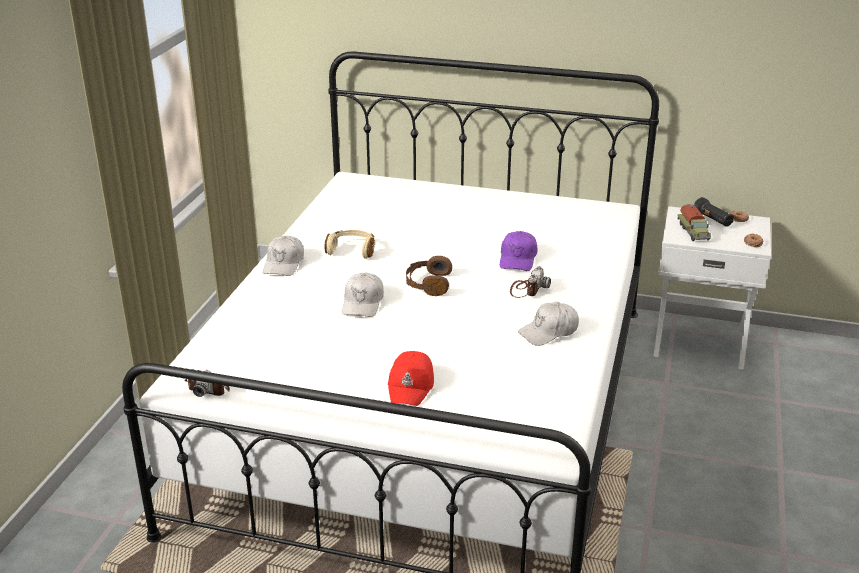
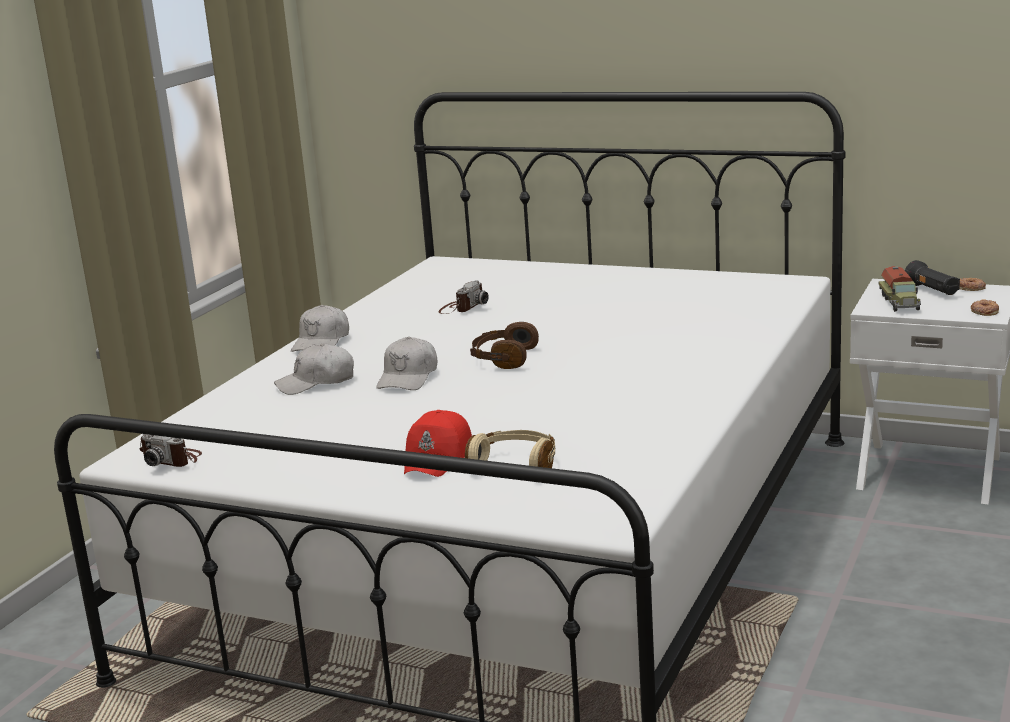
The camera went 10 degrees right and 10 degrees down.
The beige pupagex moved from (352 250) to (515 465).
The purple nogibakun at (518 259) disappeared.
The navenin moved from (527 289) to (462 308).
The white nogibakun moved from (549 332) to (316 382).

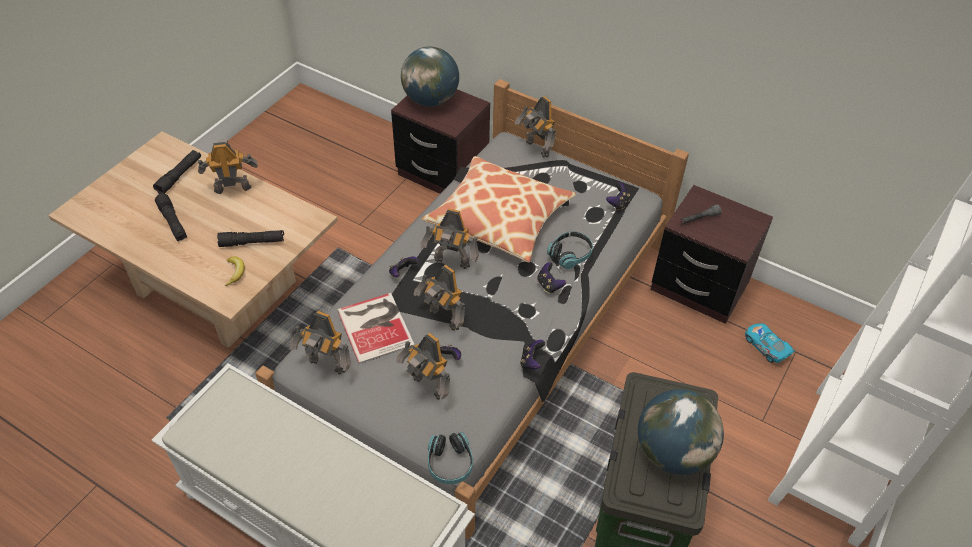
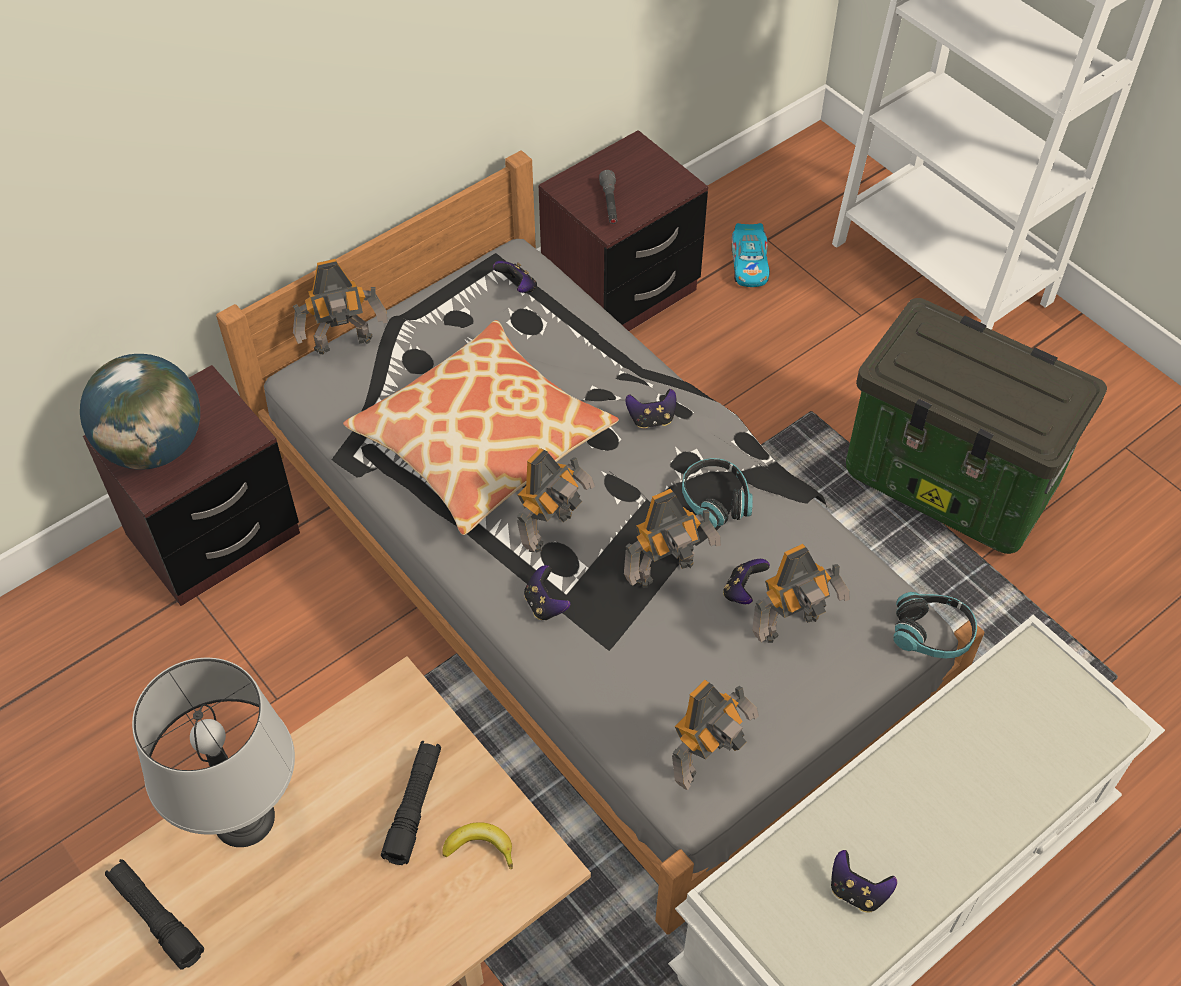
The camera went 70 degrees left and 5 degrees up.
The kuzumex at (232 188) was replaced by the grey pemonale at (245 819).
The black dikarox at (173 222) disappeared.
The pupagex moved from (570 254) to (715 500).
The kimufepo at (376 326) disappeared.
The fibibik at (766 347) turned 75 degrees counterclockwise.
The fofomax moved from (531 361) to (857 891).
The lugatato at (672 452) disappeared.

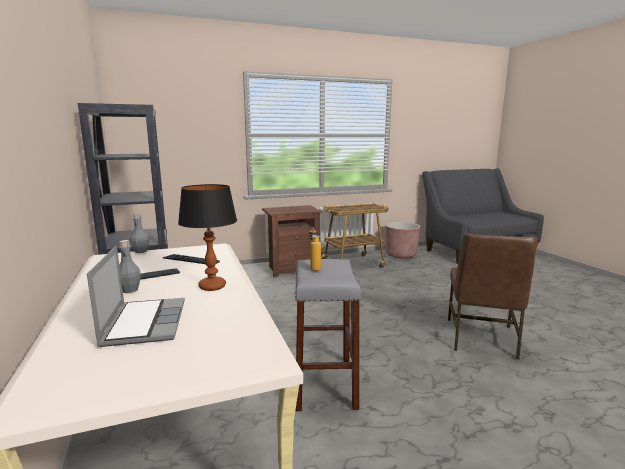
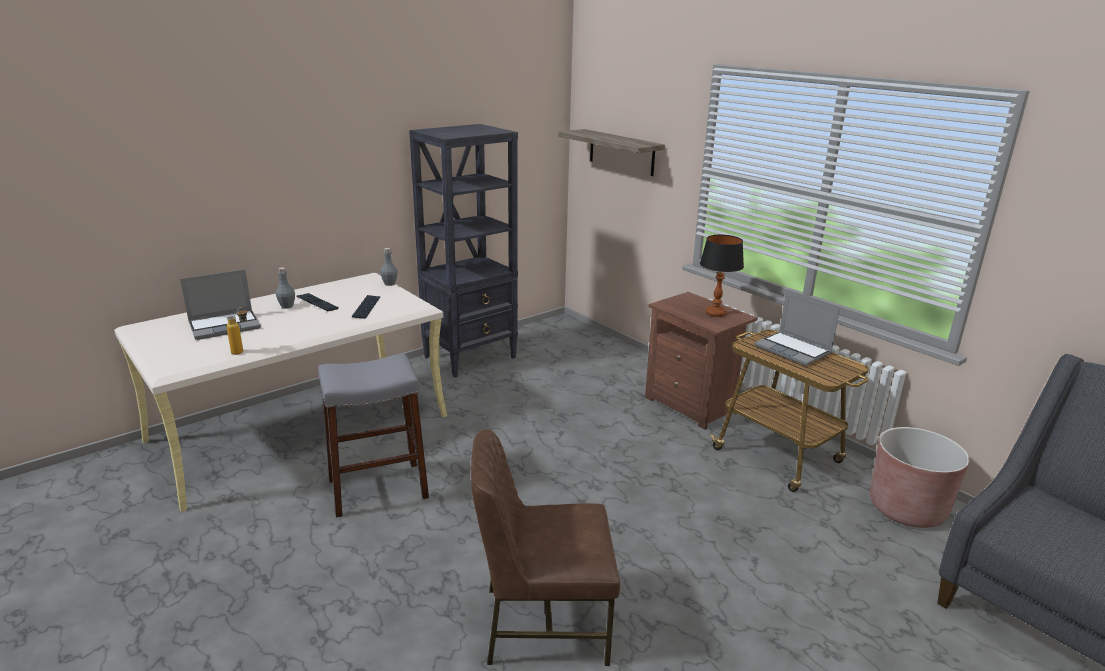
The camera went 70 degrees right and 10 degrees up.
The pemonale moved from (212 287) to (715 313).
The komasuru moved from (314 268) to (242 351).
The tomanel at (621 152) appeared.
The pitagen at (794 350) appeared.

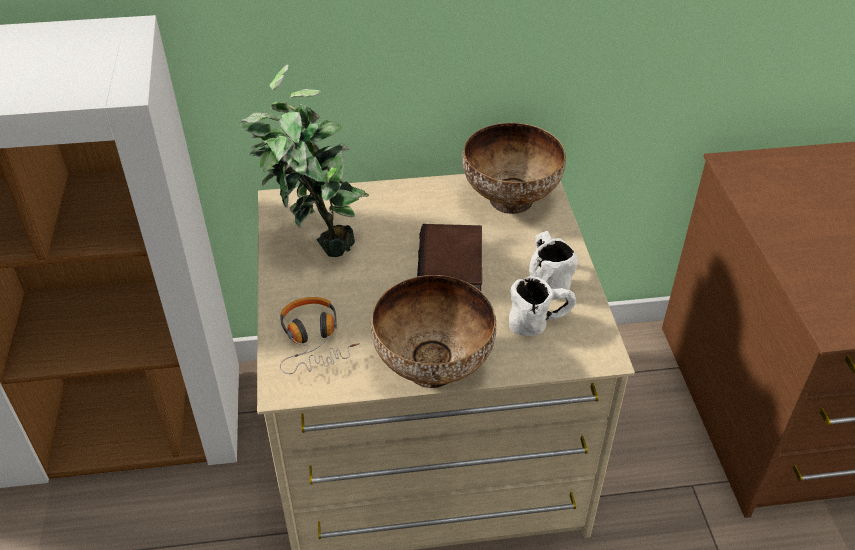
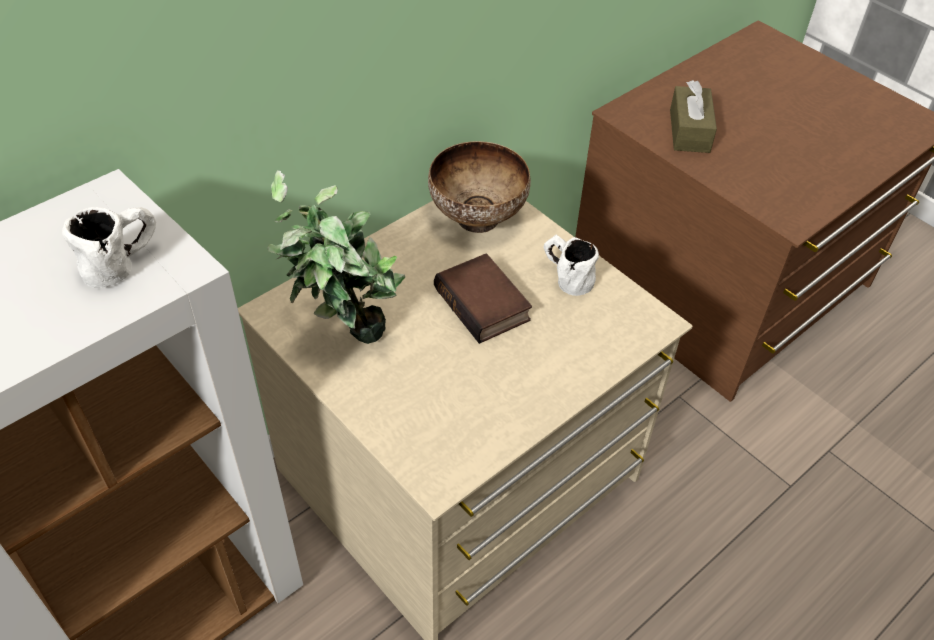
The camera went 35 degrees left and 5 degrees up.
The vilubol at (434 369) disappeared.
The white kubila moved from (540 322) to (123 263).
The pupagex at (314 341) disappeared.
The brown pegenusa at (689 131) appeared.

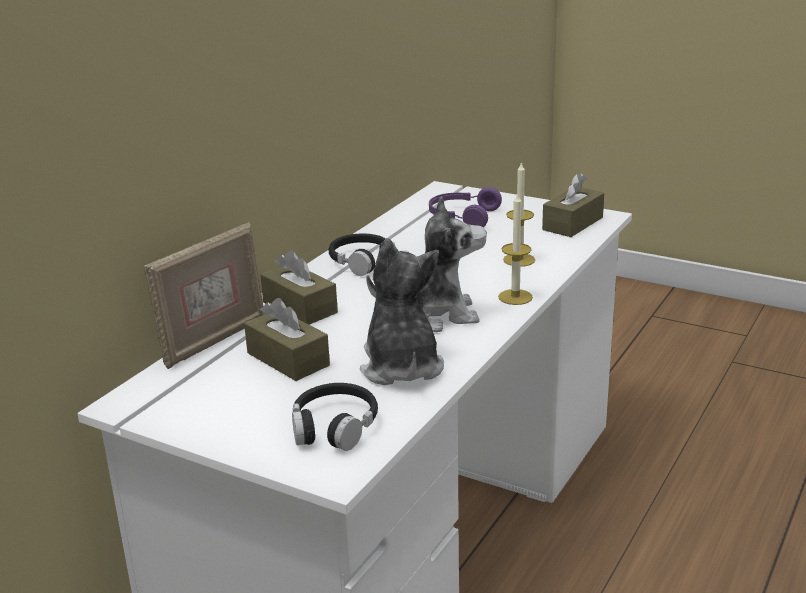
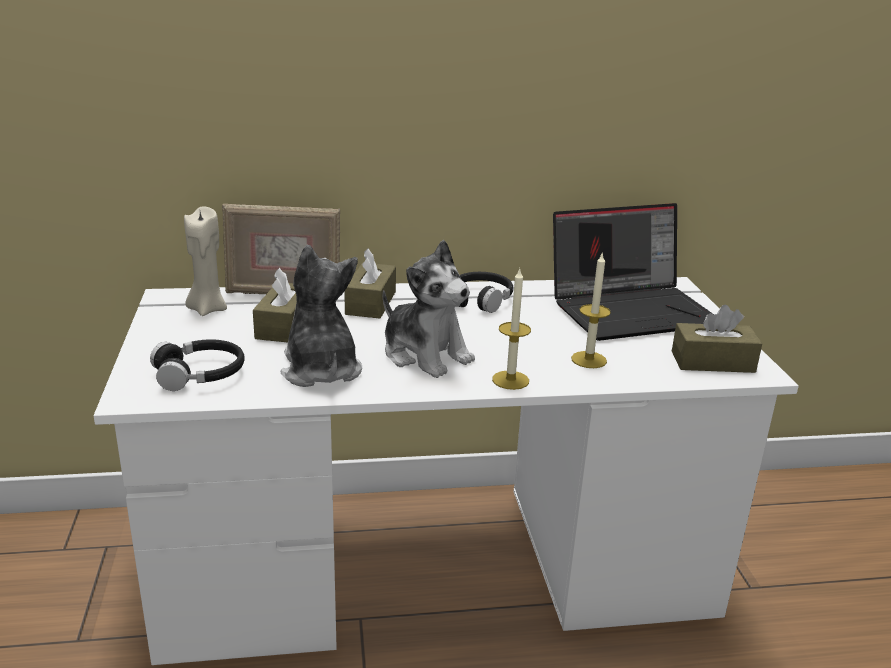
The camera went 50 degrees right and 0 degrees up.
The purple pupagex at (462 217) was replaced by the pitagen at (632 310).
The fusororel at (401 367) turned 60 degrees counterclockwise.
The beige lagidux at (207 309) appeared.

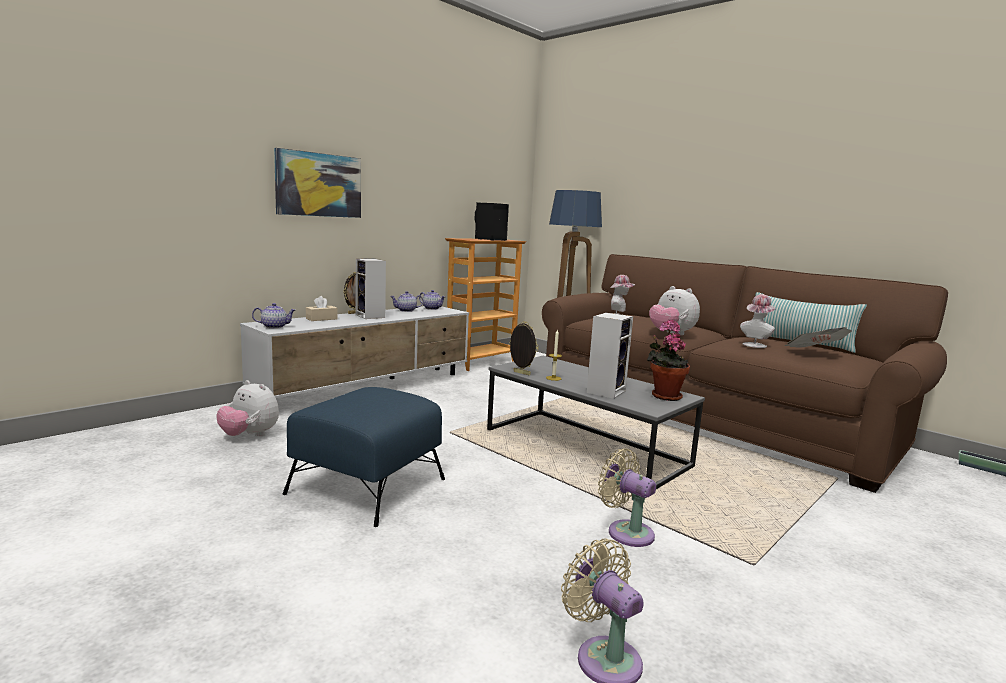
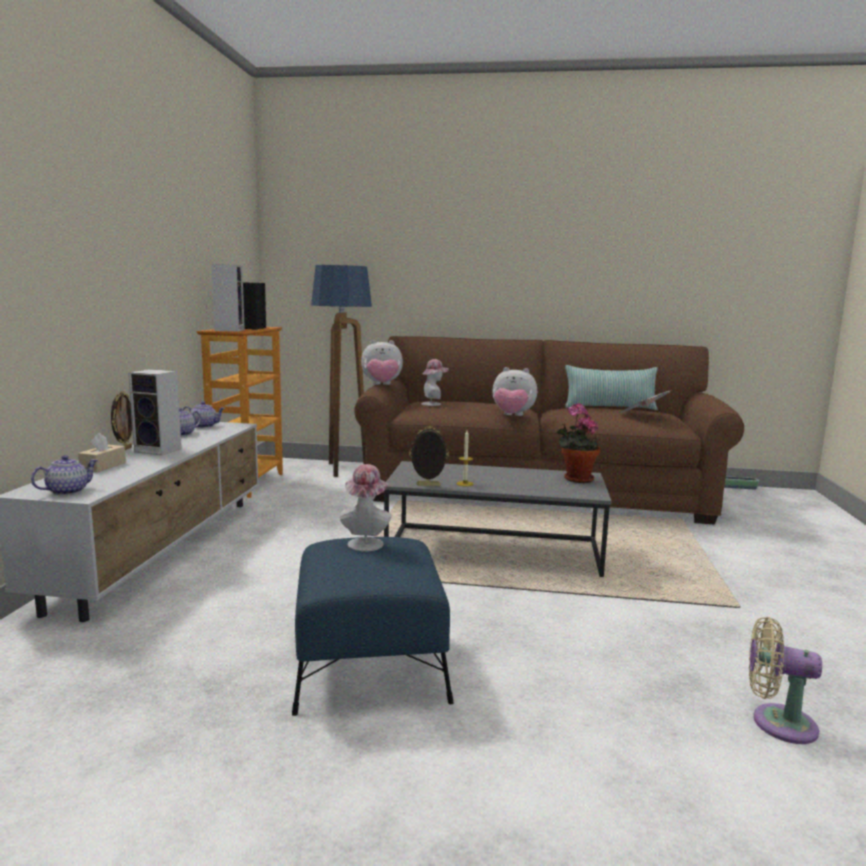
The camera went 35 degrees left and 0 degrees up.
The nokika at (319 185) disappeared.
The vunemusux moved from (755 345) to (366 542).
The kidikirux moved from (606 391) to (229 330).
The fusororel moved from (249 435) to (382 385).
The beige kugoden at (626 531) disappeared.

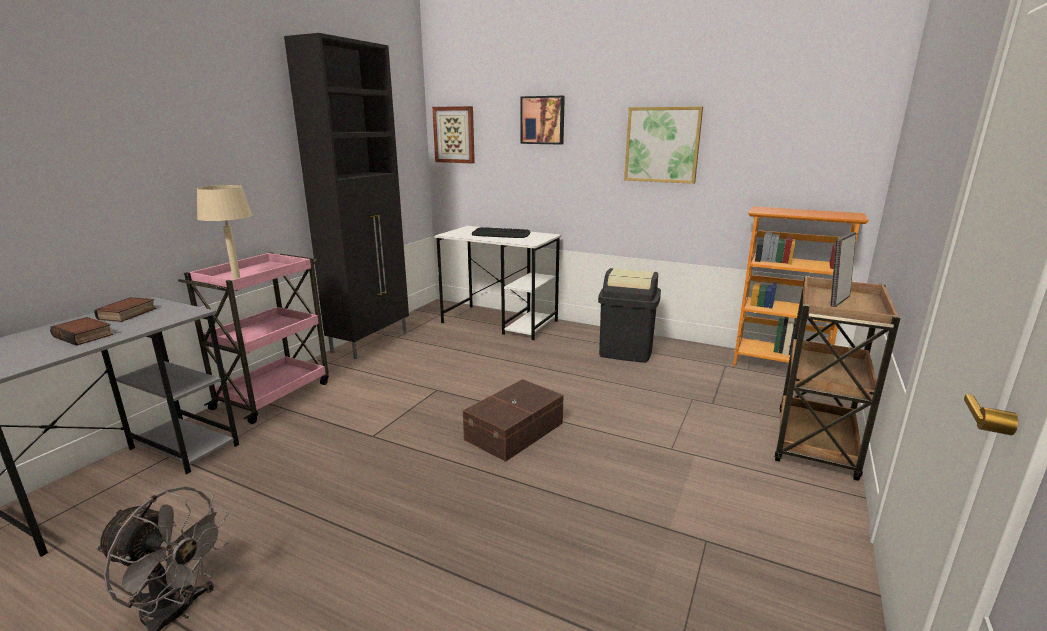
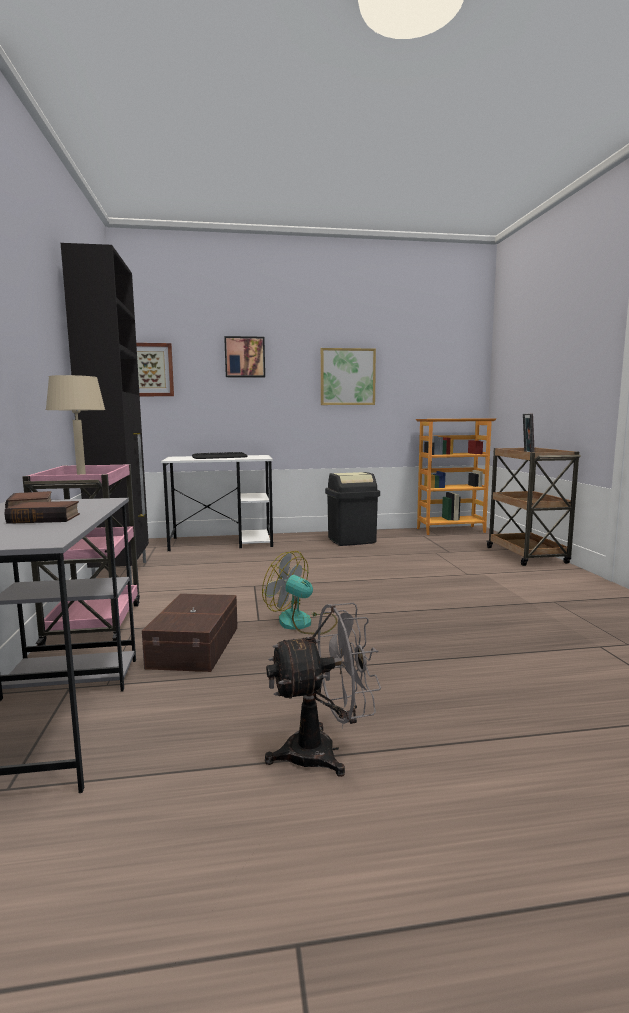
The camera went 35 degrees left and 10 degrees down.
The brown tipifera moved from (516 431) to (196 646).
The kugoden at (303 623) appeared.

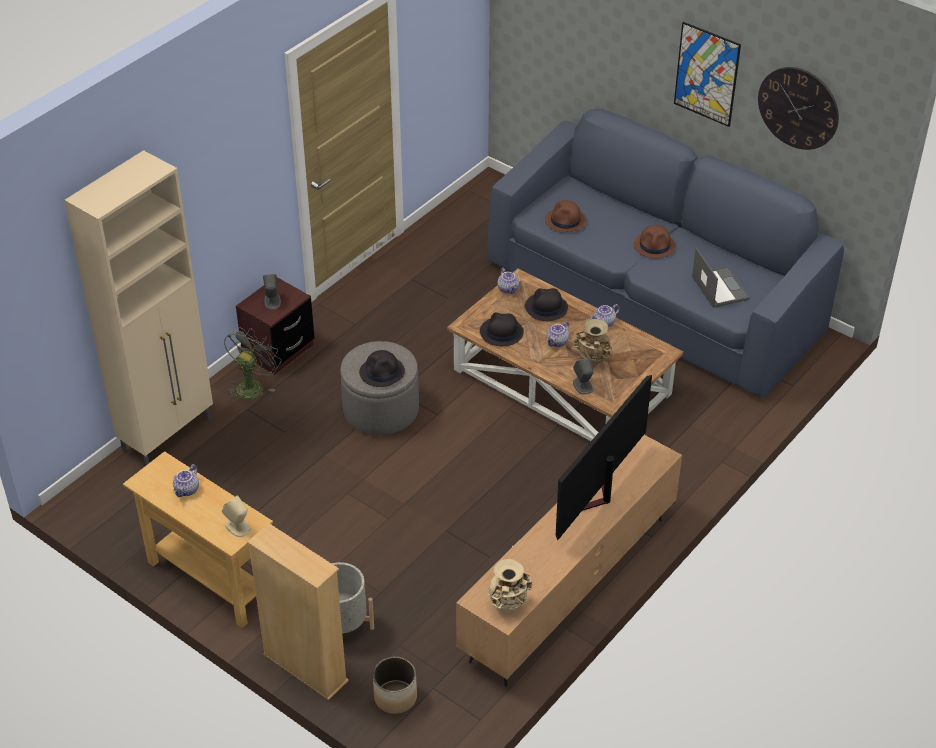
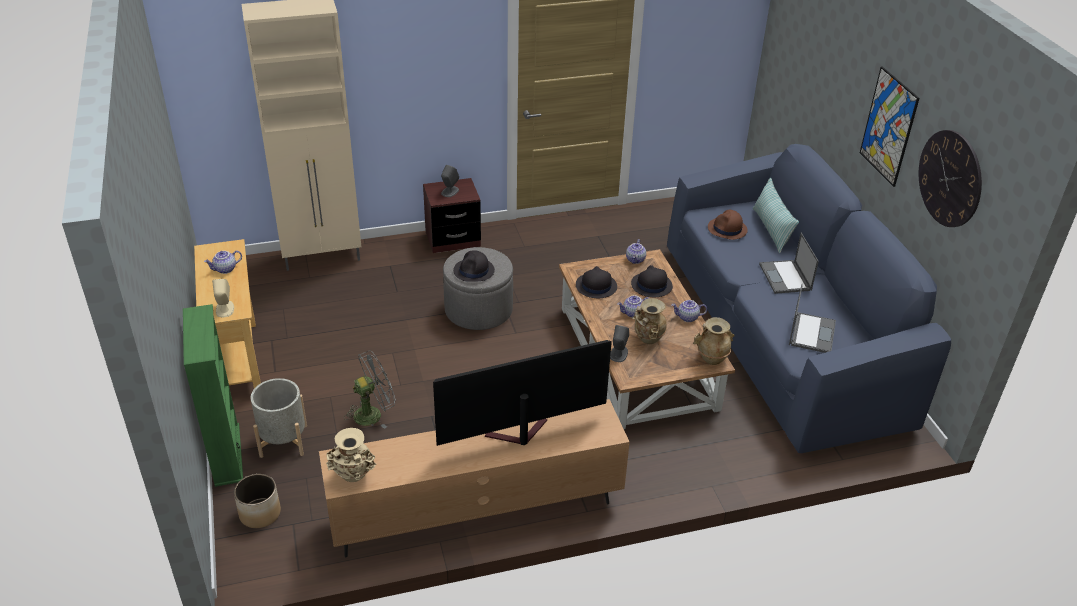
The camera went 35 degrees right and 5 degrees down.
The brown vunemusux at (655 246) was replaced by the pitagen at (785 277).
The grey kugoden moved from (252 385) to (373 413).
The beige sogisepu at (305 668) became the green sogisepu at (227 454).
The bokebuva at (771 230) appeared.
The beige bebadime at (711 358) appeared.

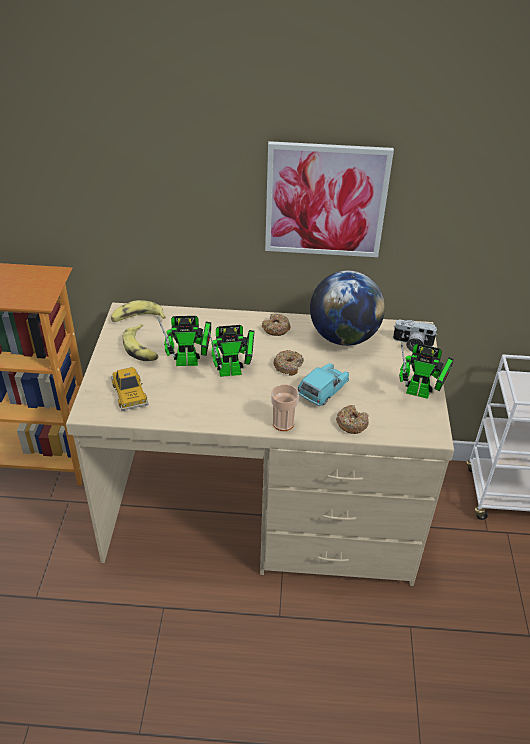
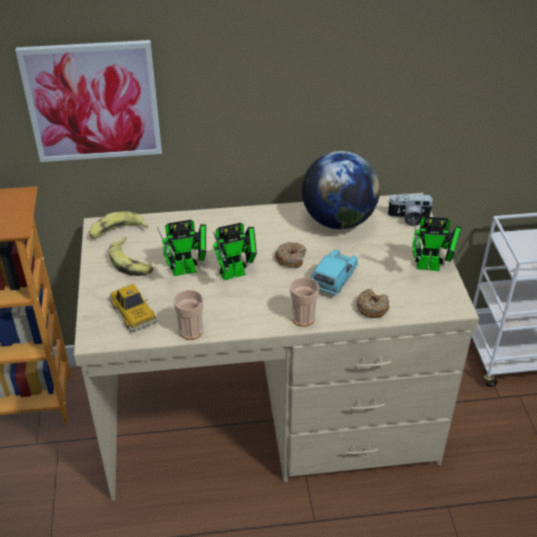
The camera went 10 degrees left and 0 degrees up.
The nokika moved from (325 200) to (93 101).
The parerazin at (276 329) disappeared.
The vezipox at (191 331) appeared.

